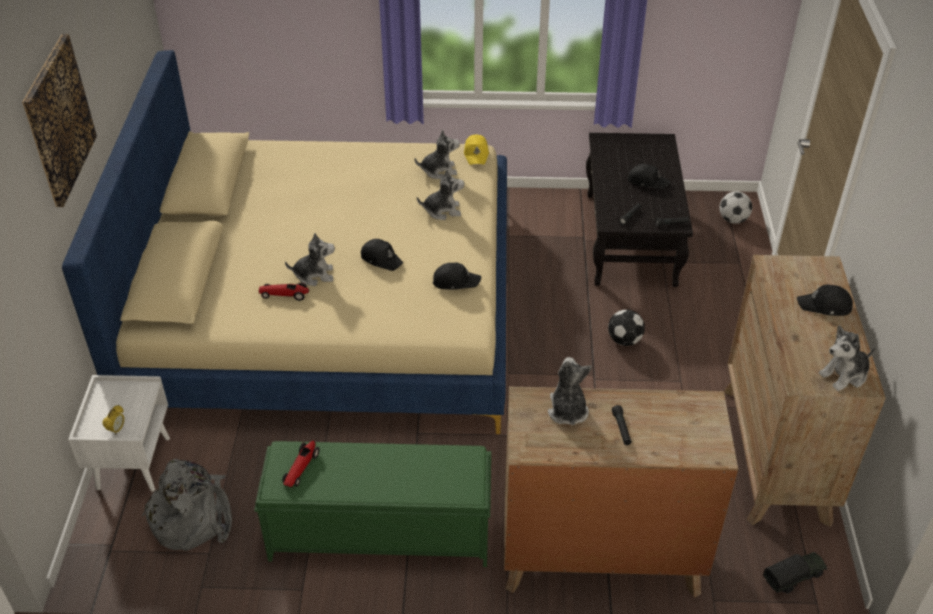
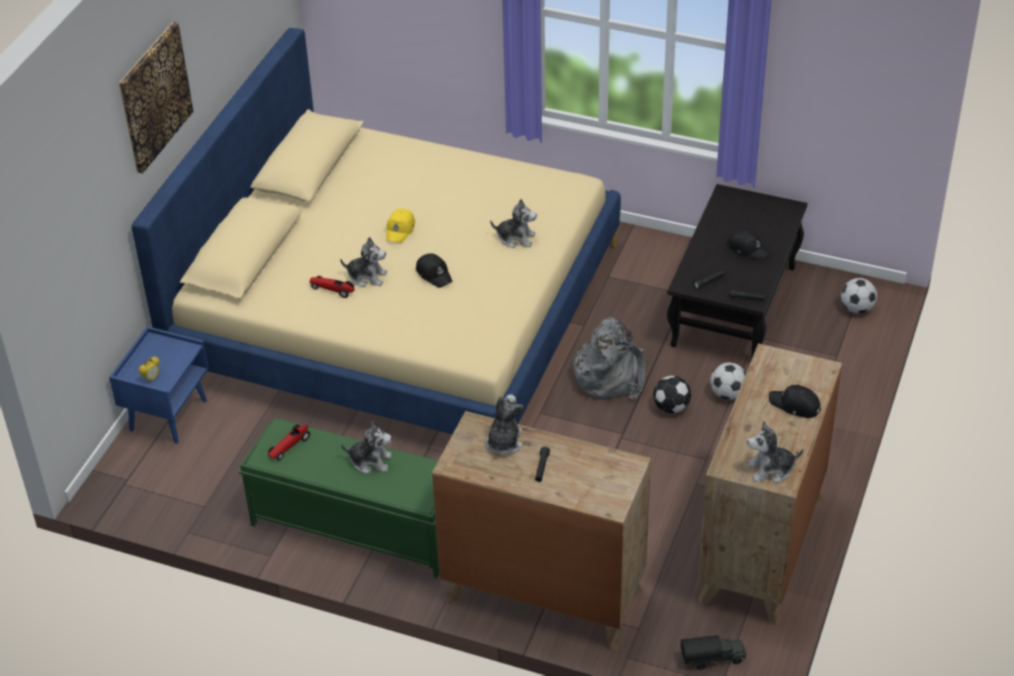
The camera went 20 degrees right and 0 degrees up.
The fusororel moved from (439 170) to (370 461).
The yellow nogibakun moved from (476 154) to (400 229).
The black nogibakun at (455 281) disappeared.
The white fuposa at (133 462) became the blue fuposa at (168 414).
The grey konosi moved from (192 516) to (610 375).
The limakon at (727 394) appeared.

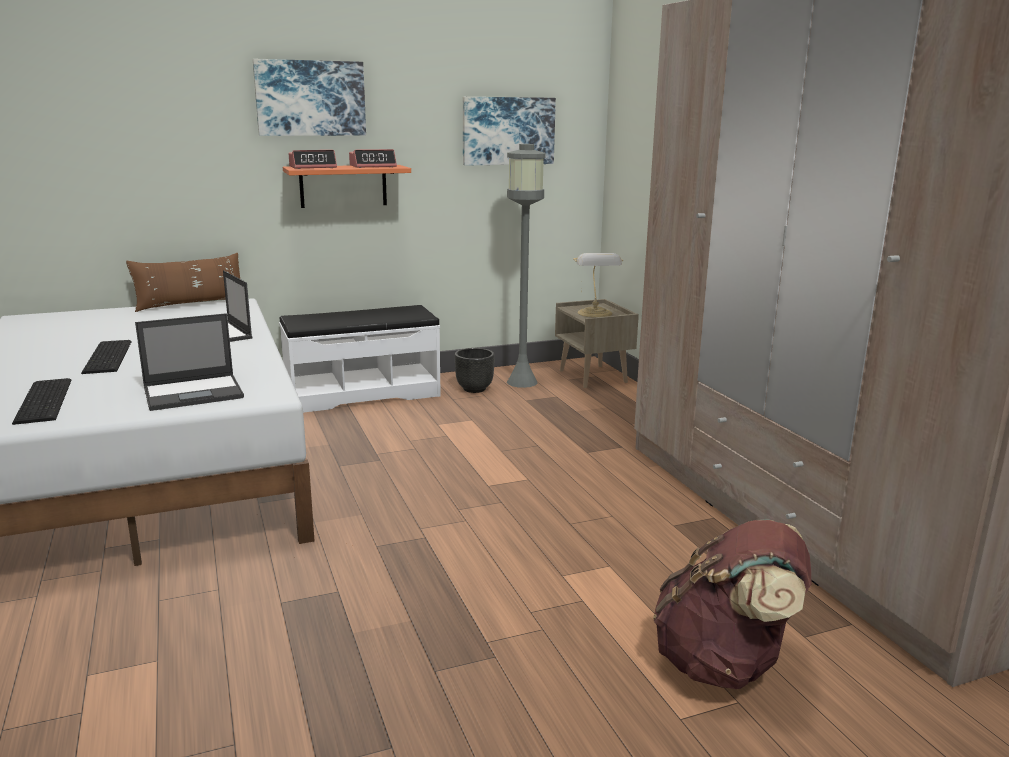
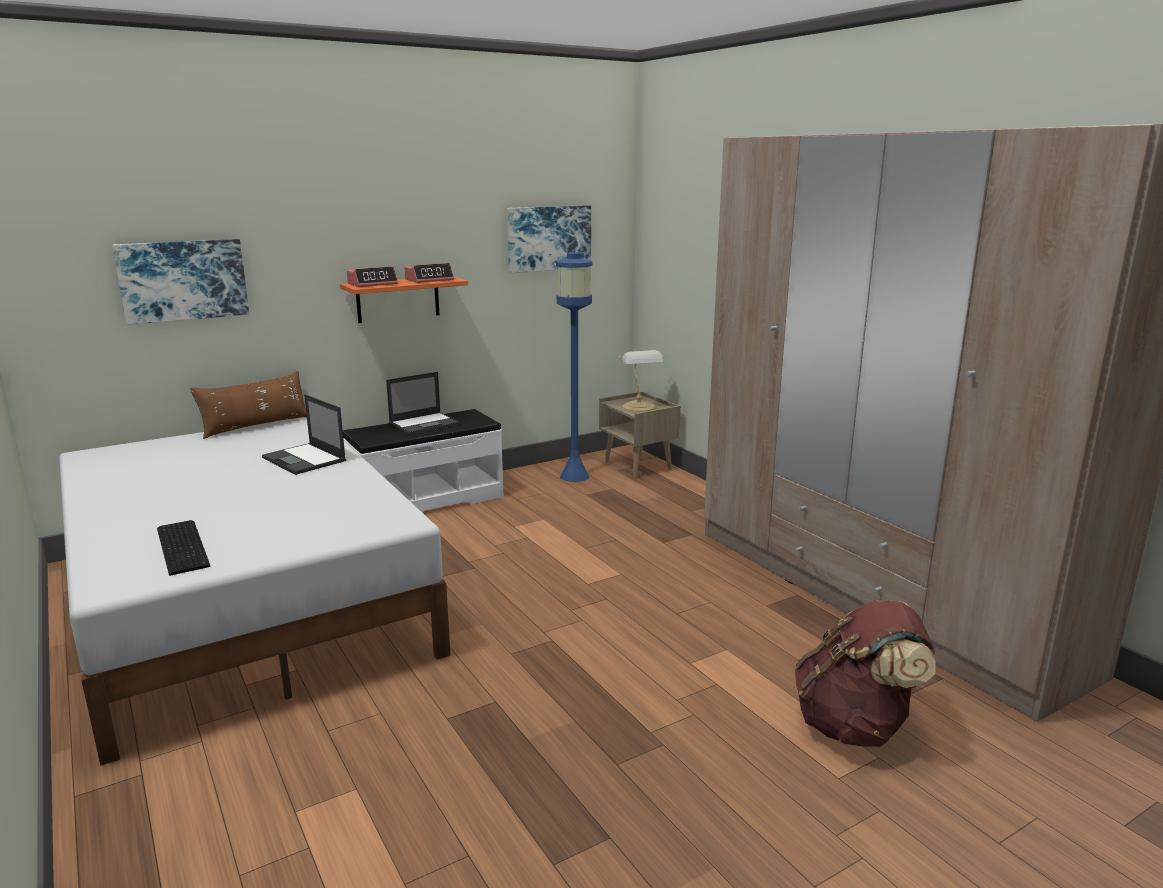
The camera went 10 degrees left and 0 degrees up.
The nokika moved from (310 98) to (183 280).
The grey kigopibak at (522 382) became the blue kigopibak at (575 476).
The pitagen moved from (195 393) to (425 424).
The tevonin at (110 356) disappeared.
The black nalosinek at (475 389) disappeared.

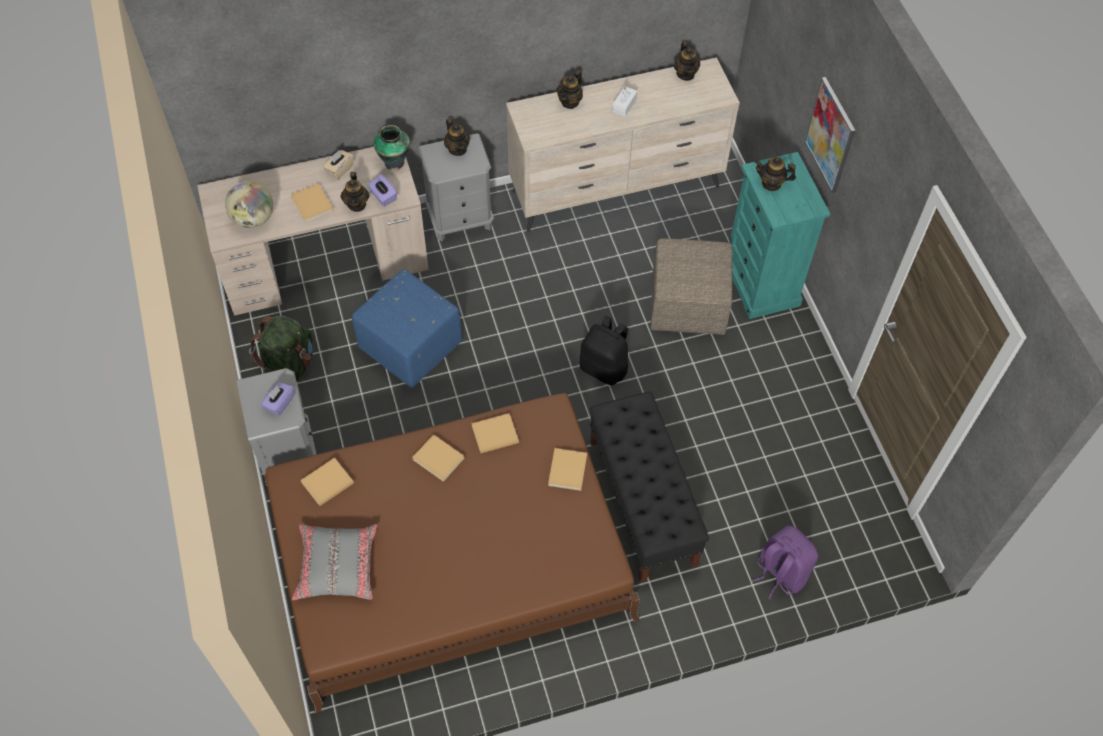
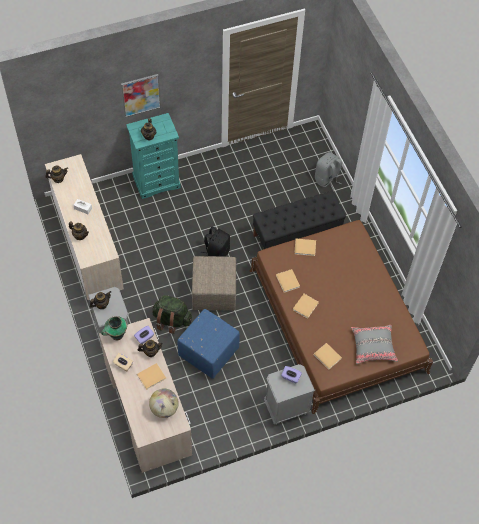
The camera went 95 degrees left and 0 degrees up.
The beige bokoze moved from (686 305) to (214 293).
The green konosi moved from (289 366) to (171 320).
The purple konosi at (780 573) became the grey konosi at (327 179).

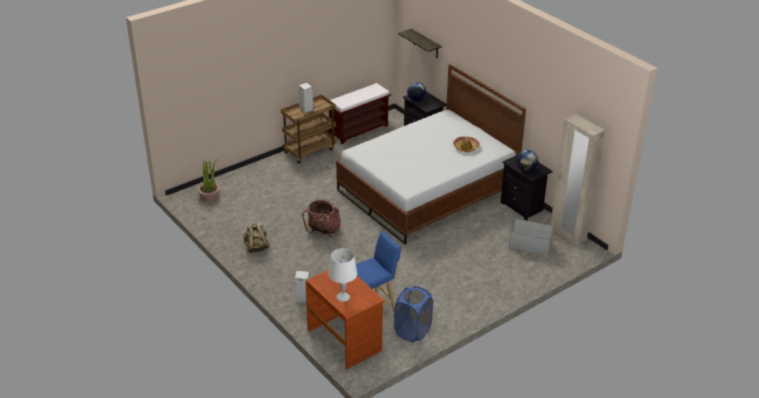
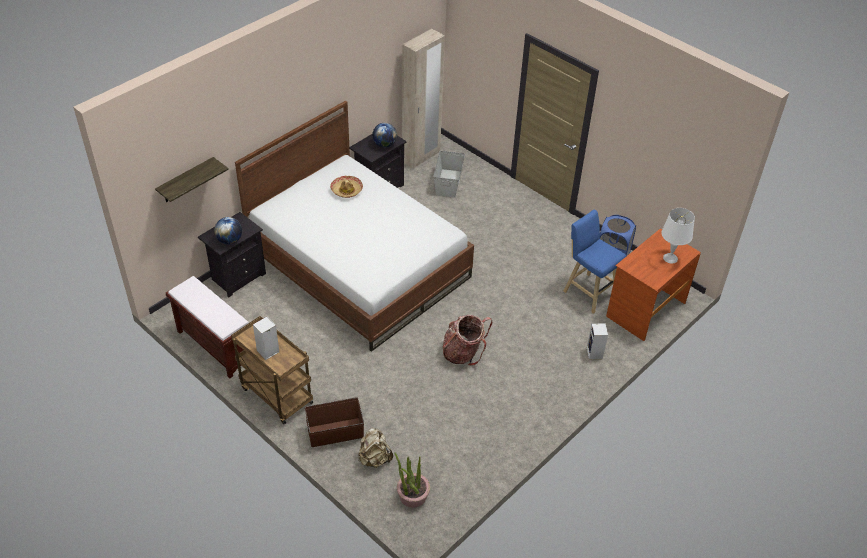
The camera went 100 degrees left and 10 degrees up.
The beige konosi moved from (256 247) to (374 458).
The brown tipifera at (335 432) appeared.

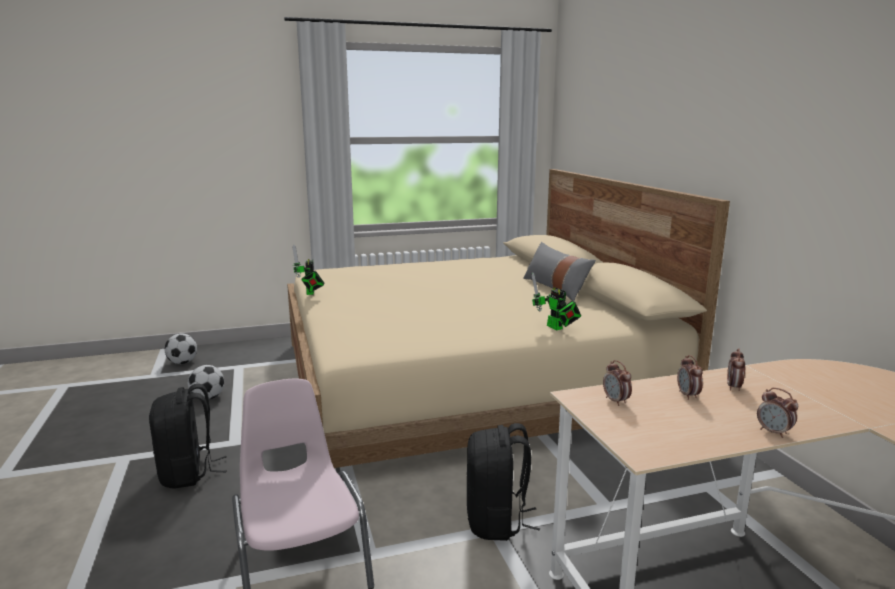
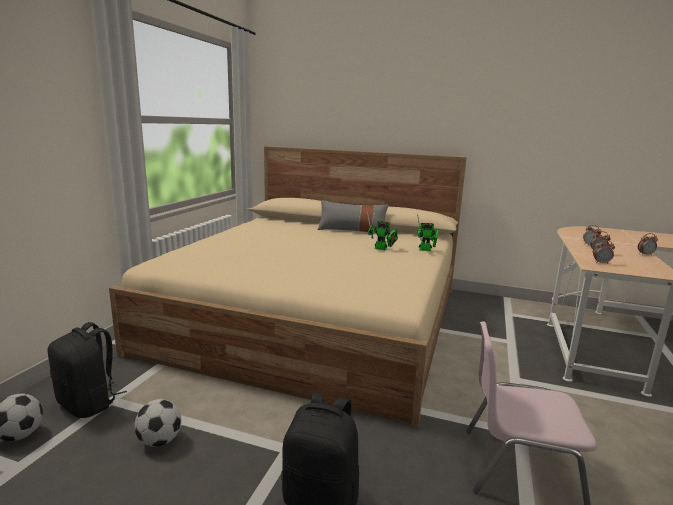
The camera went 55 degrees left and 0 degrees up.
The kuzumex moved from (310 293) to (382 249).
The black konosi moved from (497 521) to (89 403).

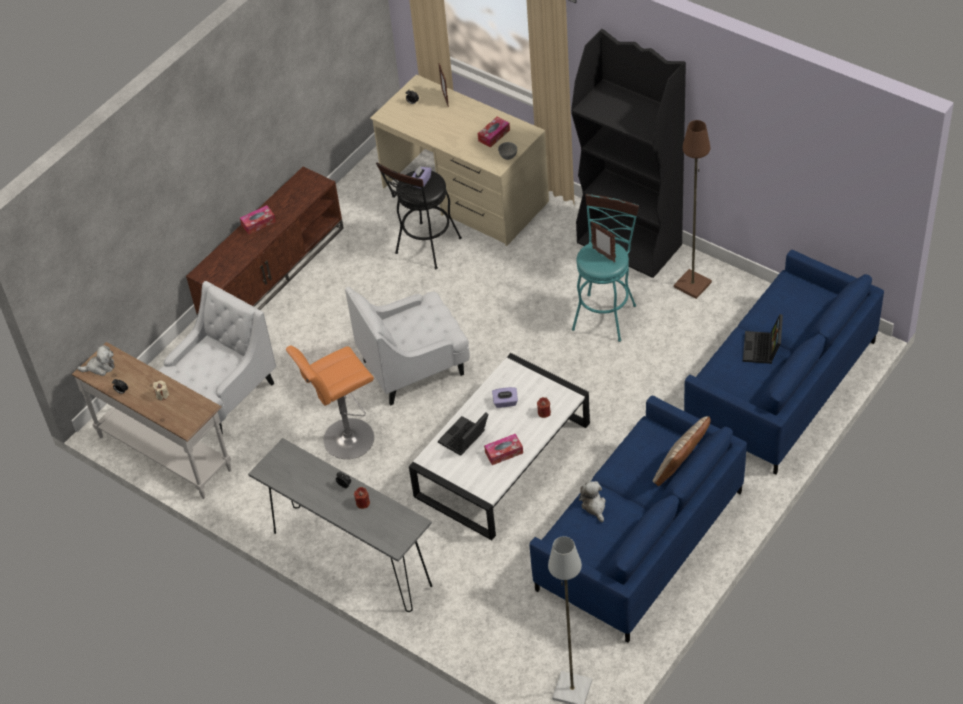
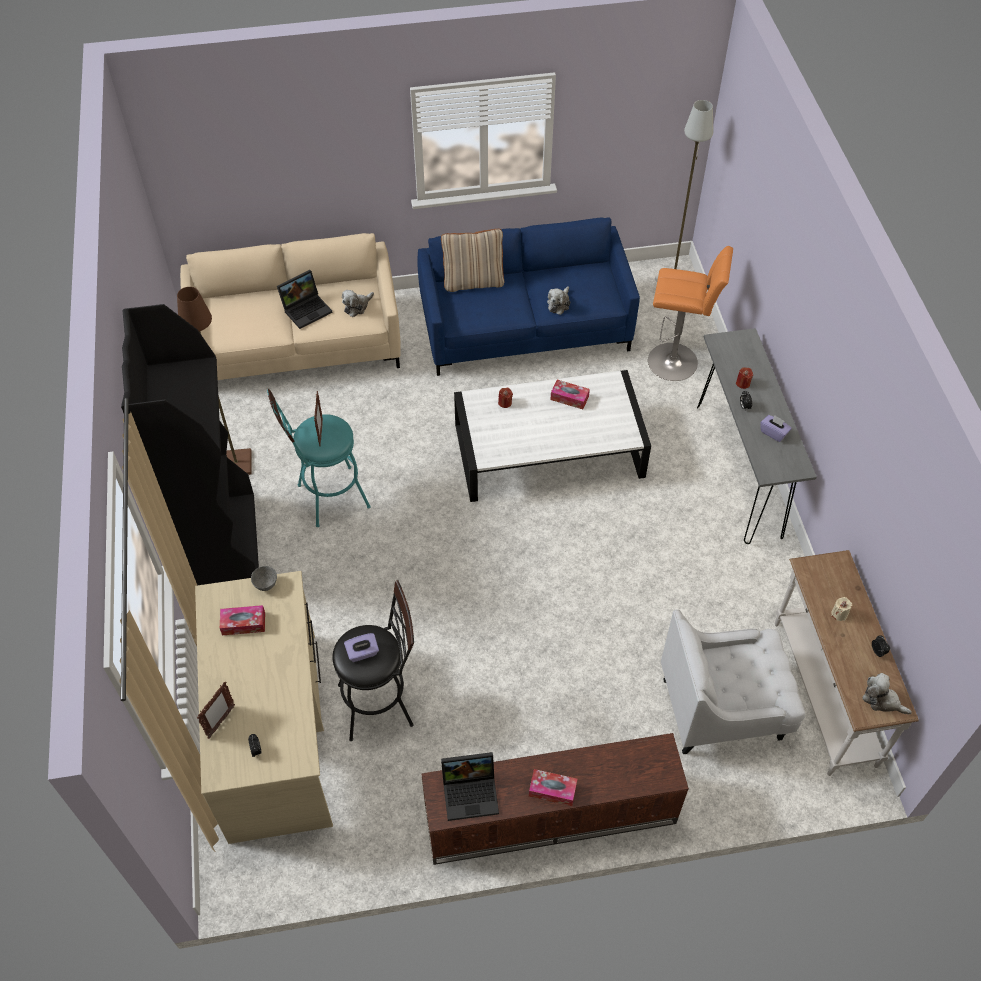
The camera went 140 degrees left and 5 degrees up.
The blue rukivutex at (780 384) became the beige rukivutex at (297 344).
The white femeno at (414 367) disappeared.
The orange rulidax moved from (345 440) to (676 362).
The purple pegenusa moved from (505 402) to (773 433).
The pitagen moved from (464 439) to (471 792).
The fusororel at (357 306) appeared.

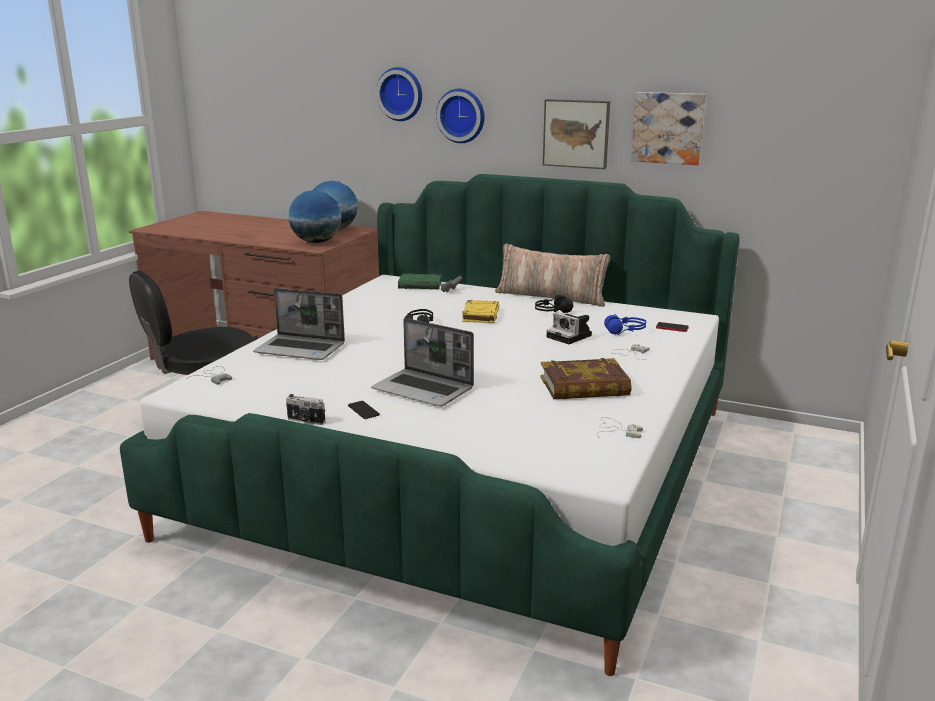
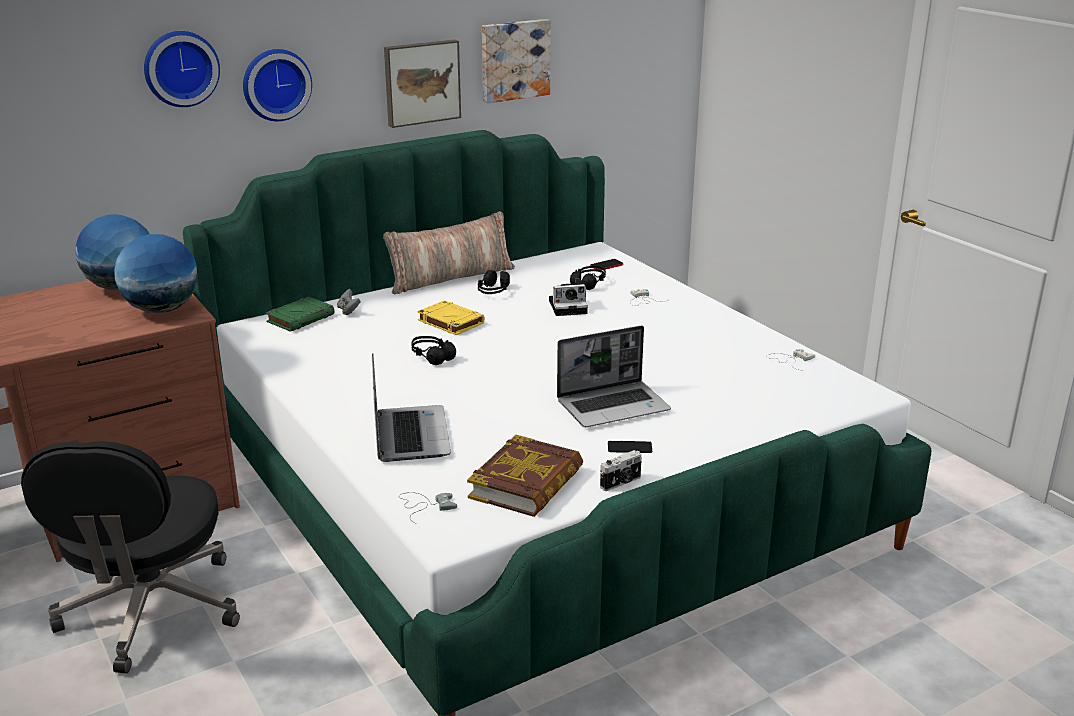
The camera went 55 degrees left and 5 degrees up.
The pitagen at (301 349) turned 60 degrees counterclockwise.
The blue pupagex at (625 331) became the black pupagex at (588 283).
The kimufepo moved from (584 387) to (527 484).

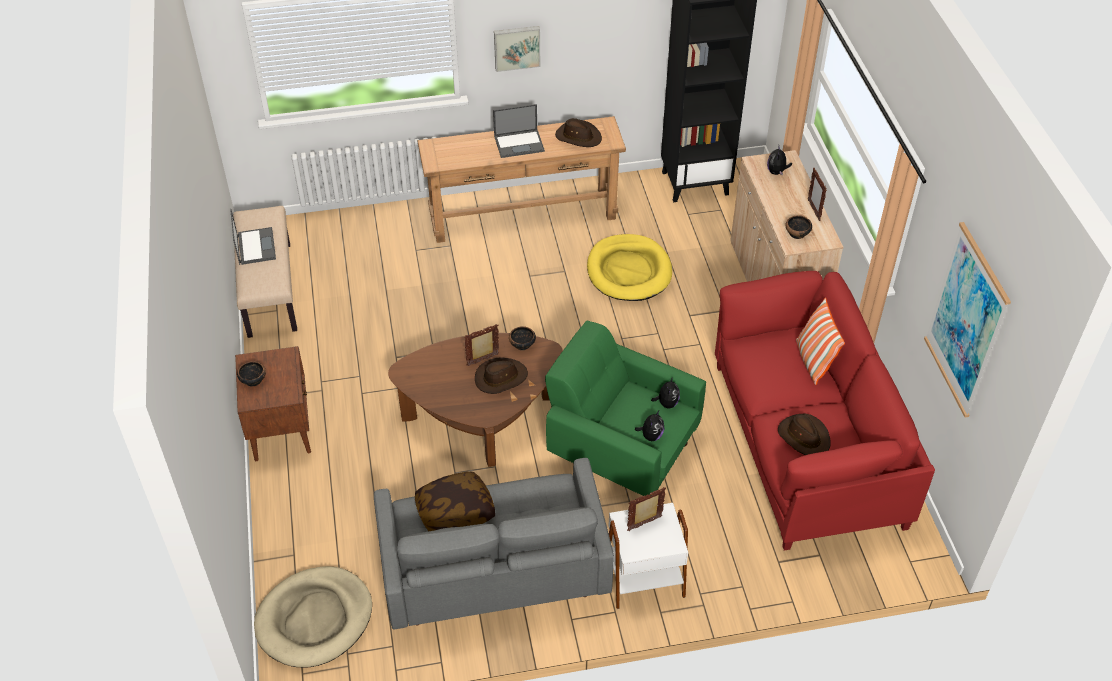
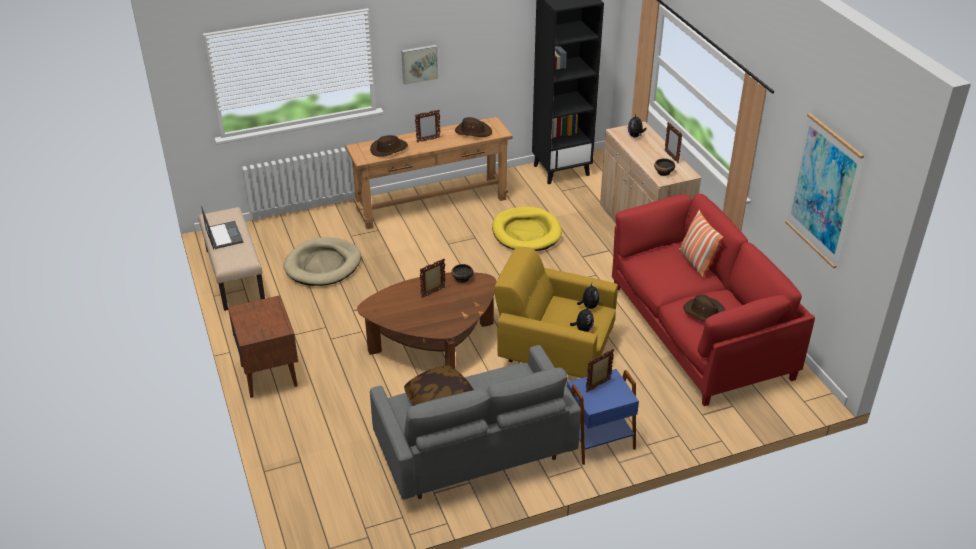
The camera went 10 degrees left and 10 degrees down.
The pitagen at (519 143) was replaced by the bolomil at (428 140).
The green femeno at (621 446) became the yellow femeno at (554 351).
The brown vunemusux moved from (500 378) to (388 149).
The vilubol at (253 380) disappeared.
The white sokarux at (643 576) became the blue sokarux at (598 439).
The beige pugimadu moved from (314 619) to (323 265).

